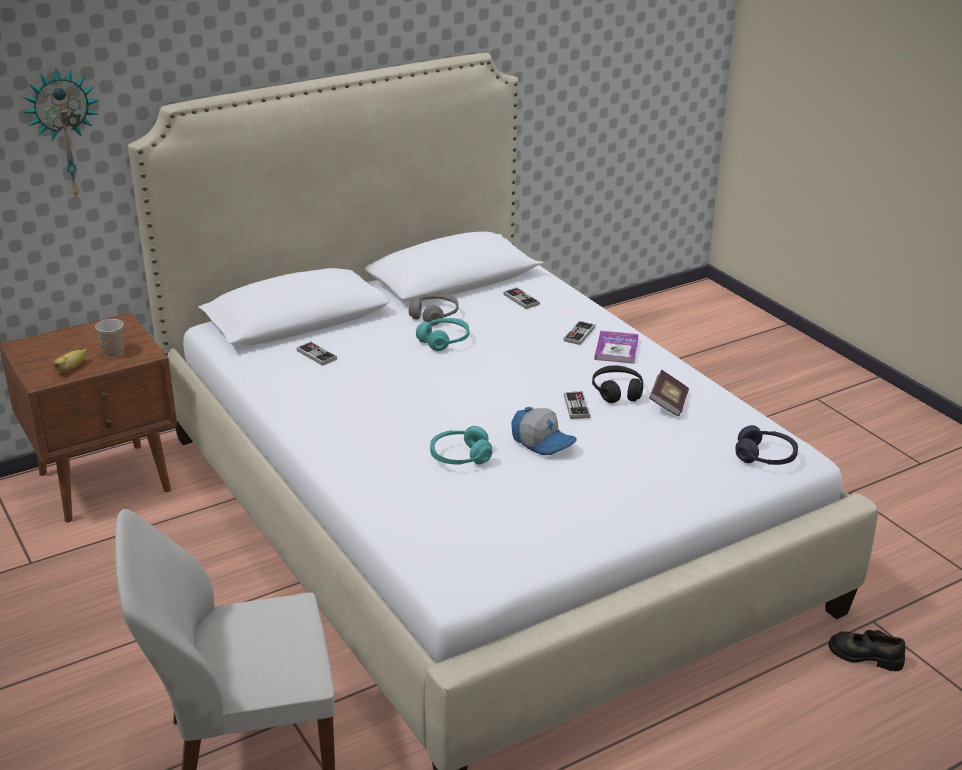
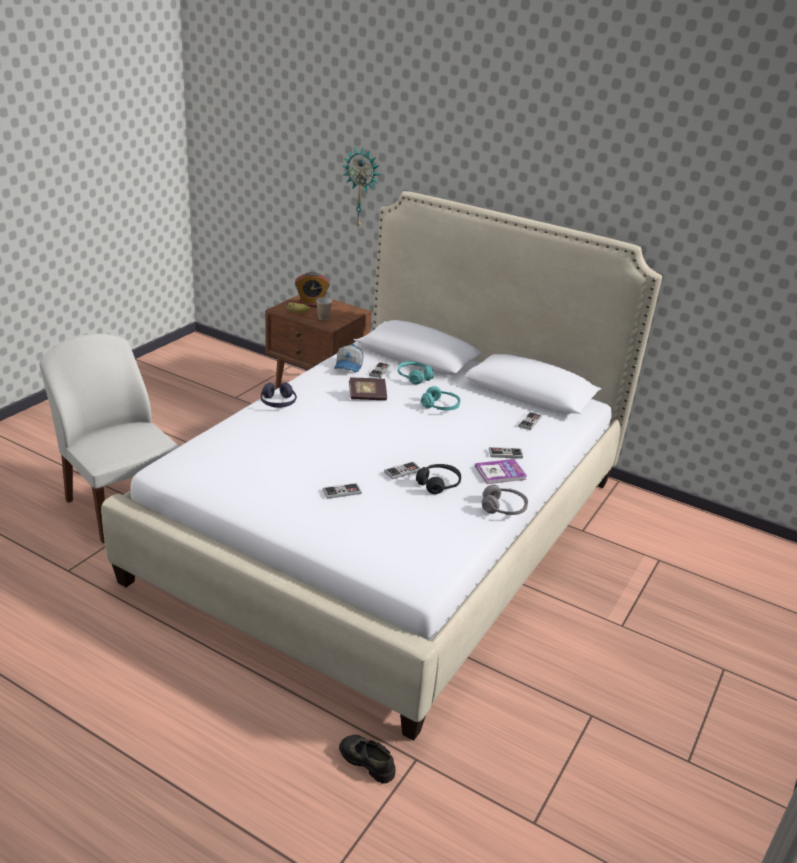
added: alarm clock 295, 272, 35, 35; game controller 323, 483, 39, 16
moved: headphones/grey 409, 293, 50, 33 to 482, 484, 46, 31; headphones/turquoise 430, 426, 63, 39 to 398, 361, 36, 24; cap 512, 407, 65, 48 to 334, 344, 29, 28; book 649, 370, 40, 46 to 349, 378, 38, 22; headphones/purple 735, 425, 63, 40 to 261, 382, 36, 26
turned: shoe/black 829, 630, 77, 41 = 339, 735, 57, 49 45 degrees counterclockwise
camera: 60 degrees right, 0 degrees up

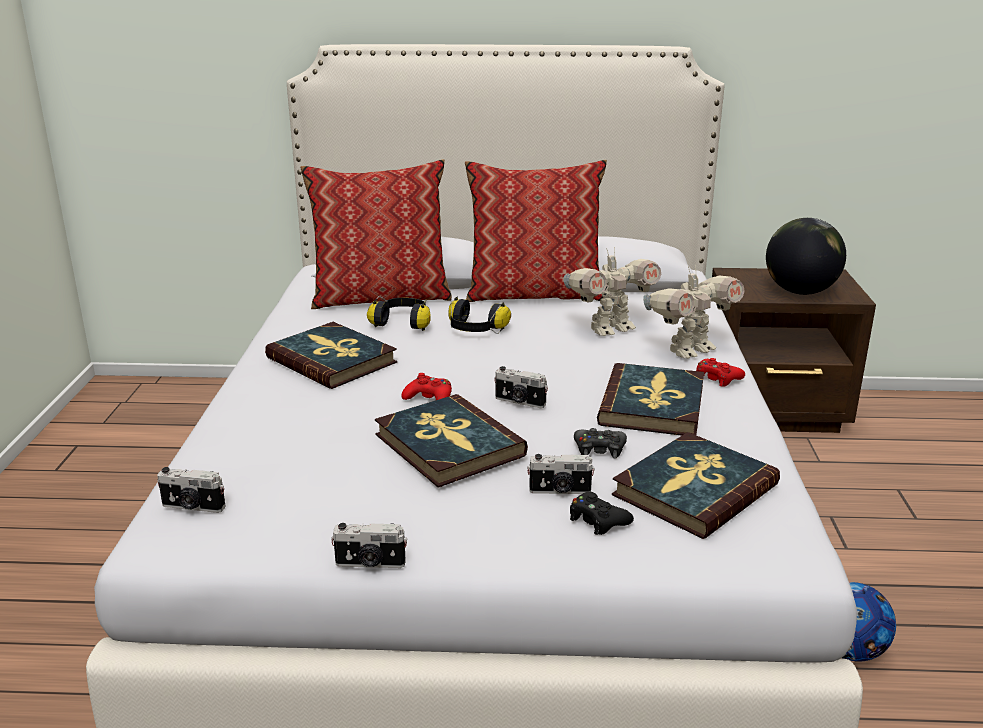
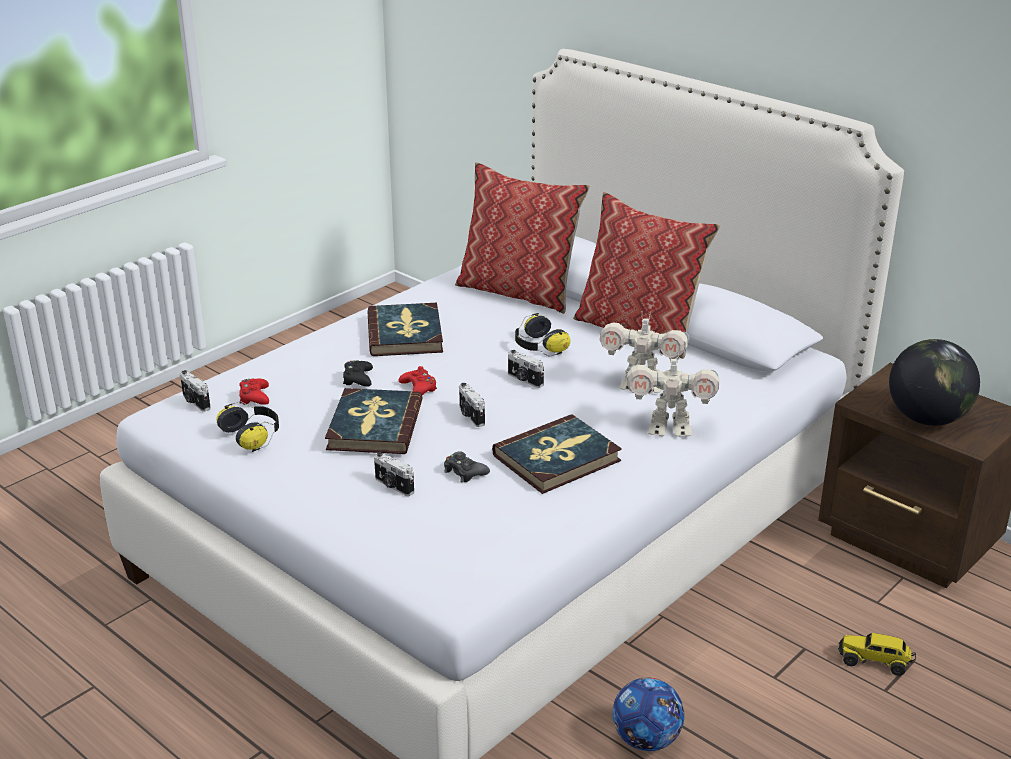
removed: book 612, 432, 168, 107
added: toy truck 838, 633, 78, 43
moved: photo camera 331, 523, 76, 45 to 508, 350, 36, 38; headphones 367, 296, 64, 35 to 216, 401, 63, 51; game controller/black 570, 492, 64, 43 to 343, 360, 30, 27; game controller/red 696, 358, 49, 29 to 239, 378, 30, 27
camera: 40 degrees right, 5 degrees up

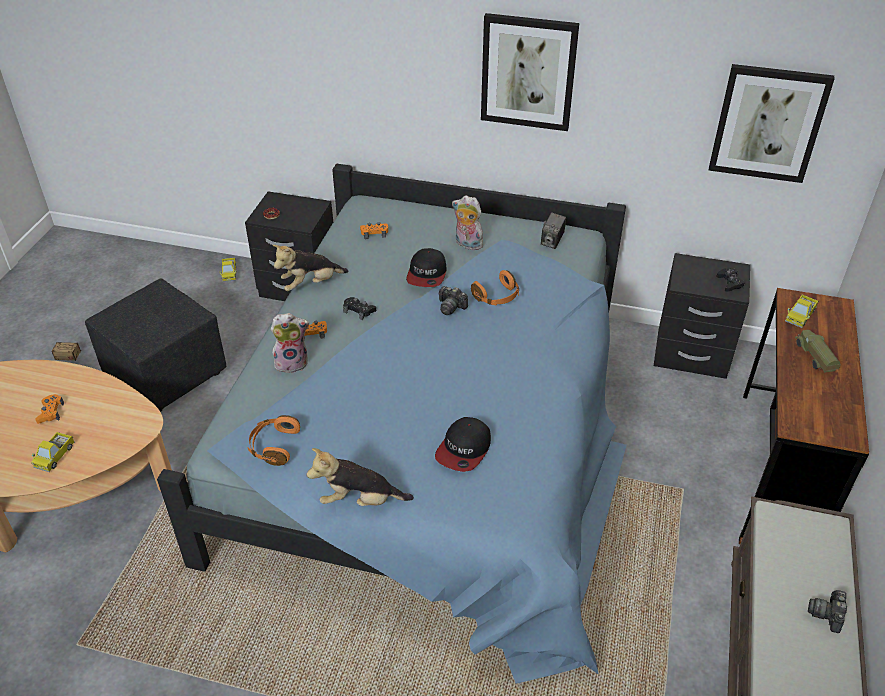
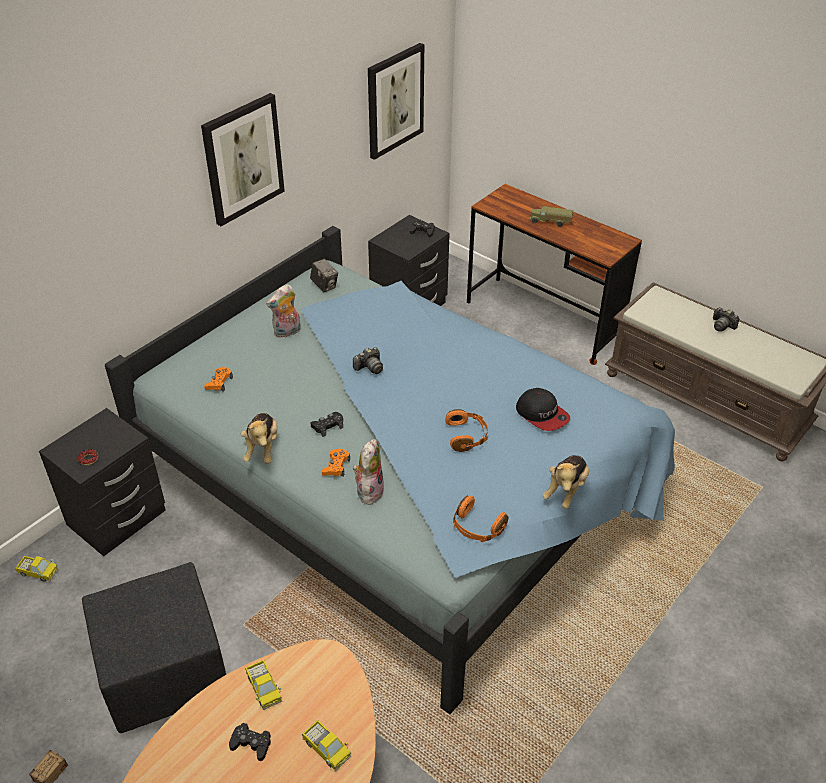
removed: cap 406, 248, 40, 39
moved: headphones/orange 471, 270, 48, 35 to 445, 409, 43, 43; toy truck 785, 295, 34, 33 to 245, 660, 37, 50
recoloured: game controller/orange 35, 394, 29, 30 to game controller/black 229, 723, 42, 38
camera: 65 degrees left, 0 degrees up

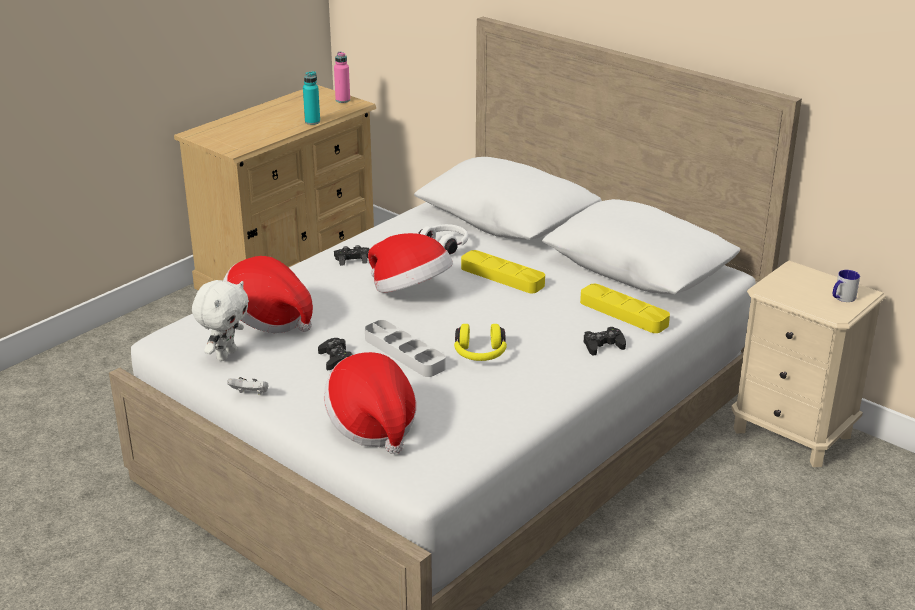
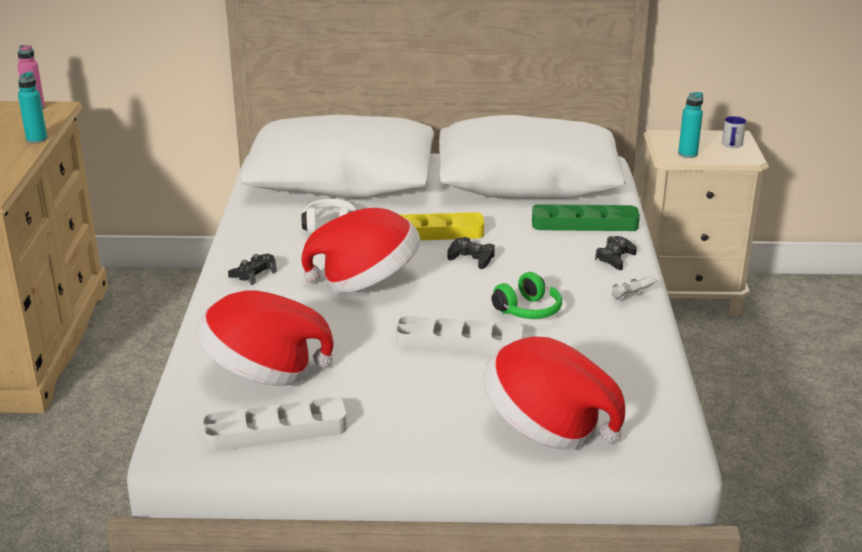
added: bottle/turquoise 678, 92, 25, 66
moved: game controller/white 228, 377, 40, 18 to 612, 275, 44, 25; game controller/black 318, 338, 34, 32 to 447, 237, 48, 32
replaced: plush toy/white 192, 280, 57, 81 to tray/grey 203, 397, 144, 55
recoloured: headphones/yellow 454, 324, 53, 37 to headphones/green 491, 272, 71, 47; tray/yellow 580, 284, 90, 49 to tray/green 532, 204, 108, 27
camera: 40 degrees left, 0 degrees up

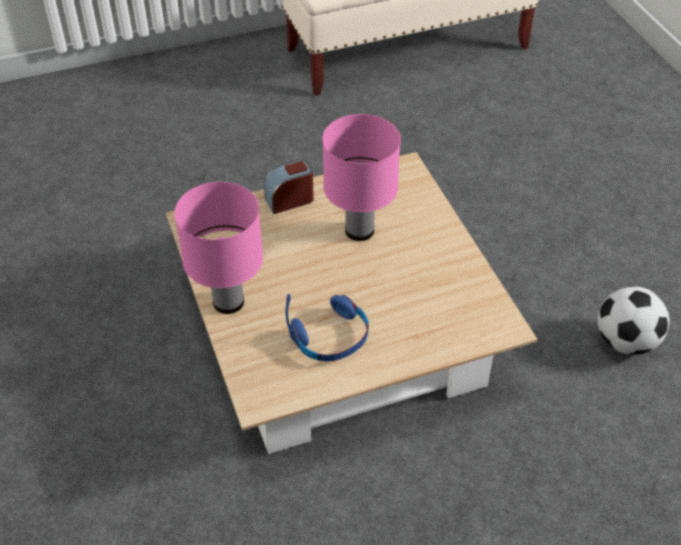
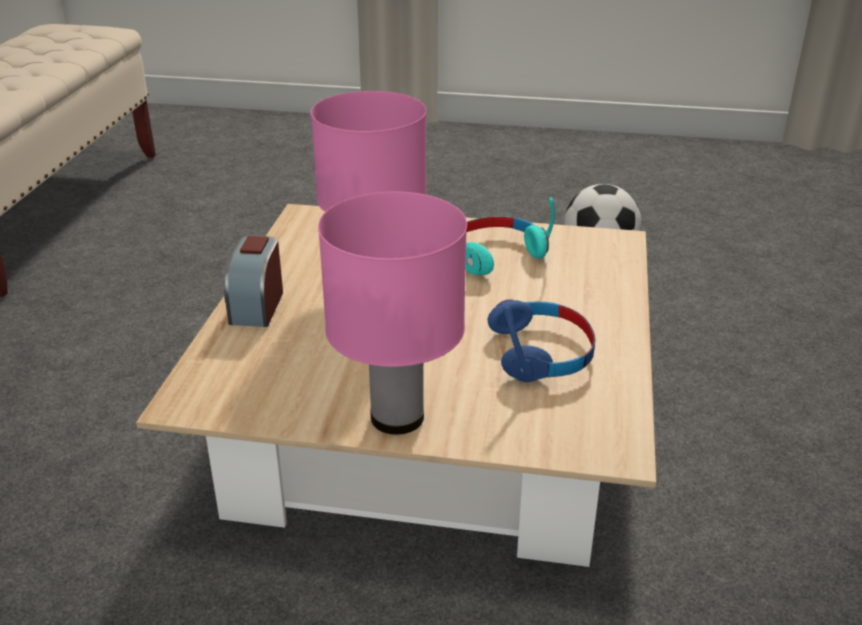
added: headphones/turquoise 466, 198, 89, 77
camera: 60 degrees left, 15 degrees down

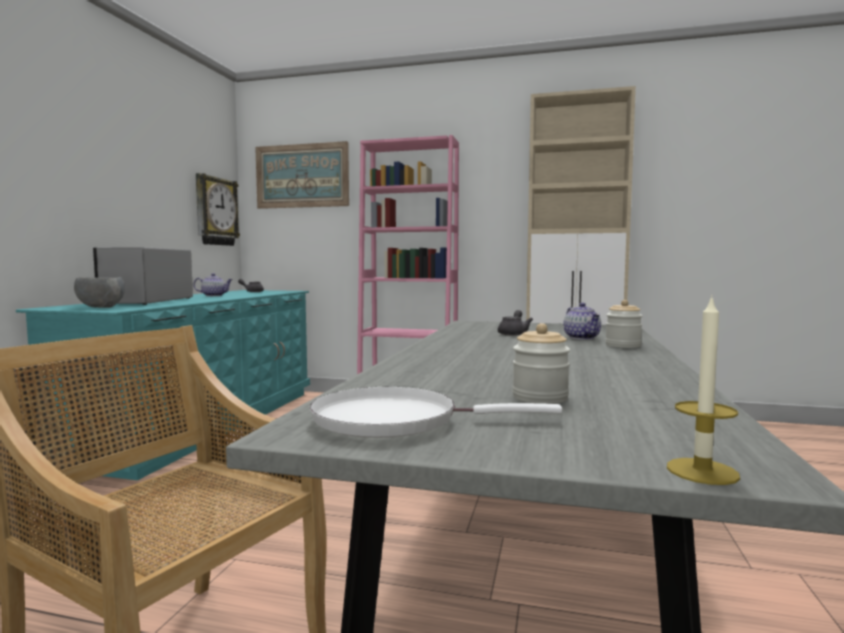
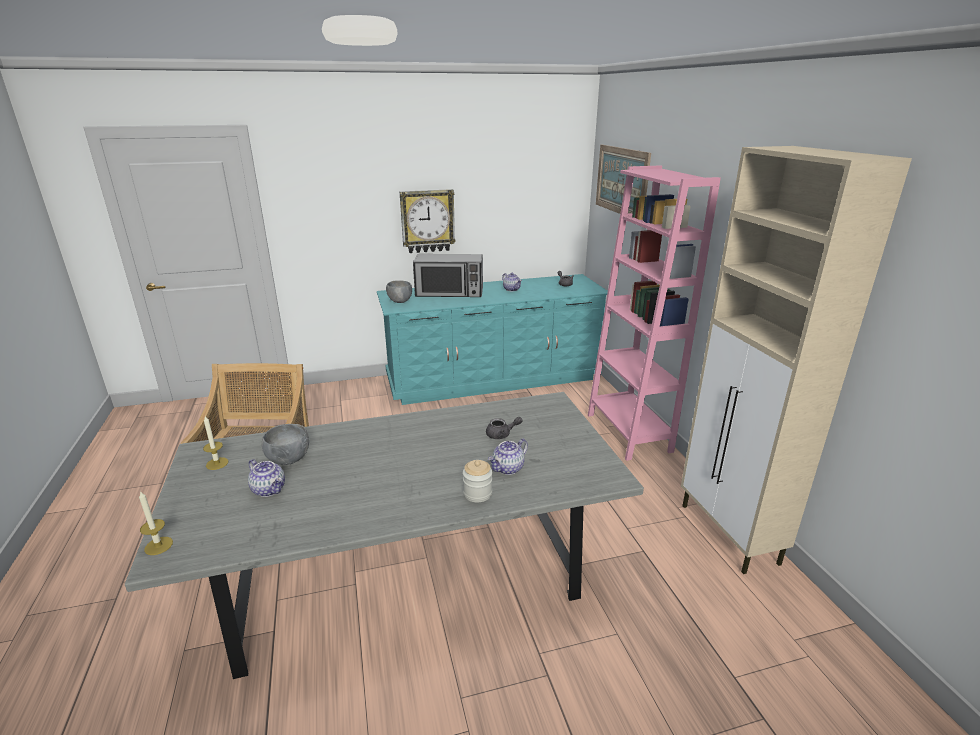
added: bowl/grey 262, 424, 47, 41
moved: wall clock 196, 173, 44, 73 to 400, 189, 56, 64
replaced: frying pan/white 310, 387, 252, 51 to candle 203, 416, 25, 54; jar 512, 323, 58, 81 to teapot 248, 459, 37, 38
turned: microwave 93, 247, 100, 58 = 413, 254, 70, 43 150 degrees counterclockwise
camera: 60 degrees right, 20 degrees up

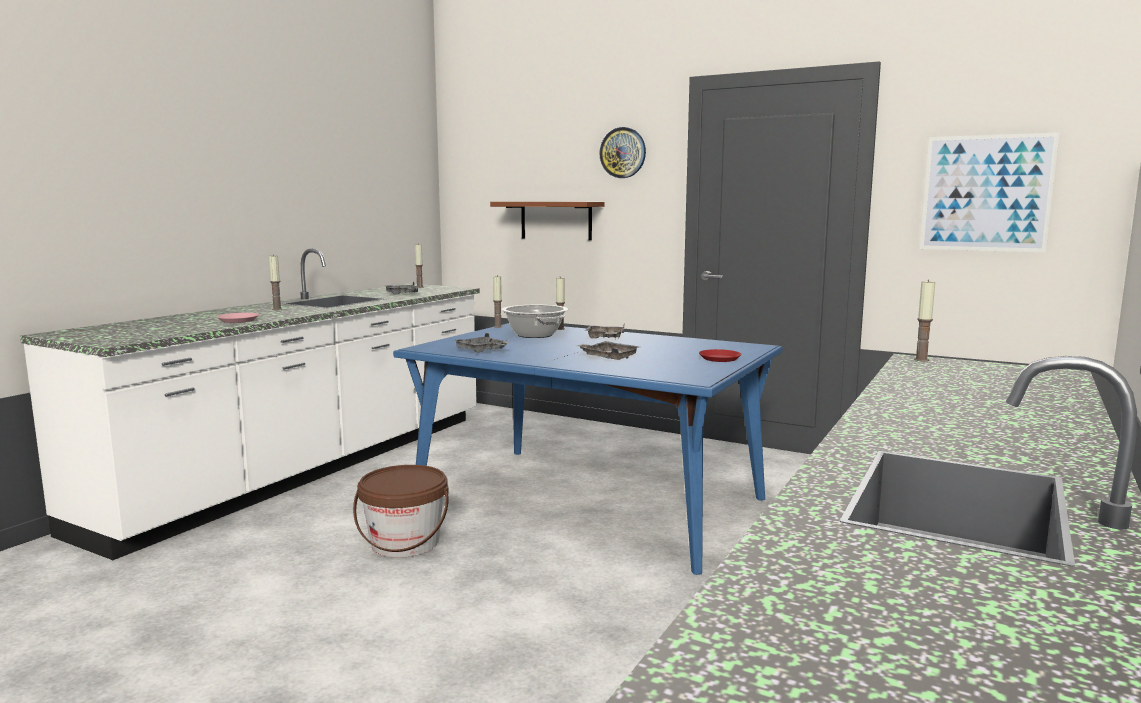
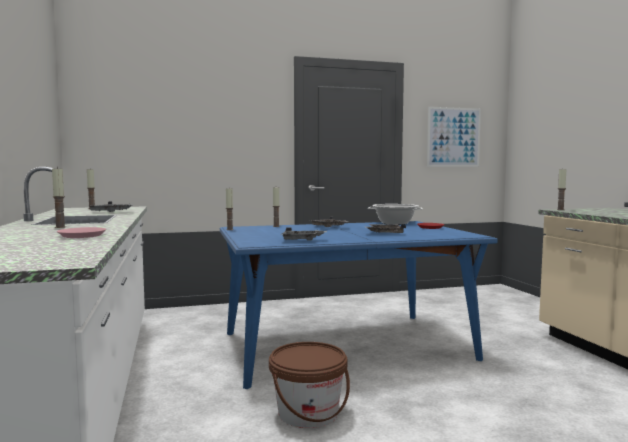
removed: shelf/brown 490, 202, 115, 38; wall clock 599, 127, 47, 51
moved: cooking pot 502, 305, 66, 33 to 368, 204, 55, 21
camera: 45 degrees left, 5 degrees down

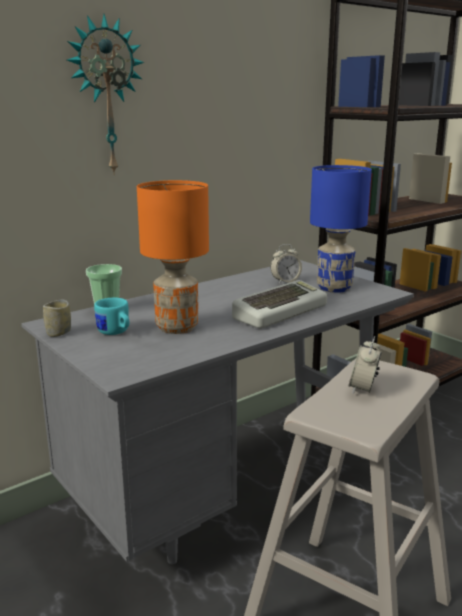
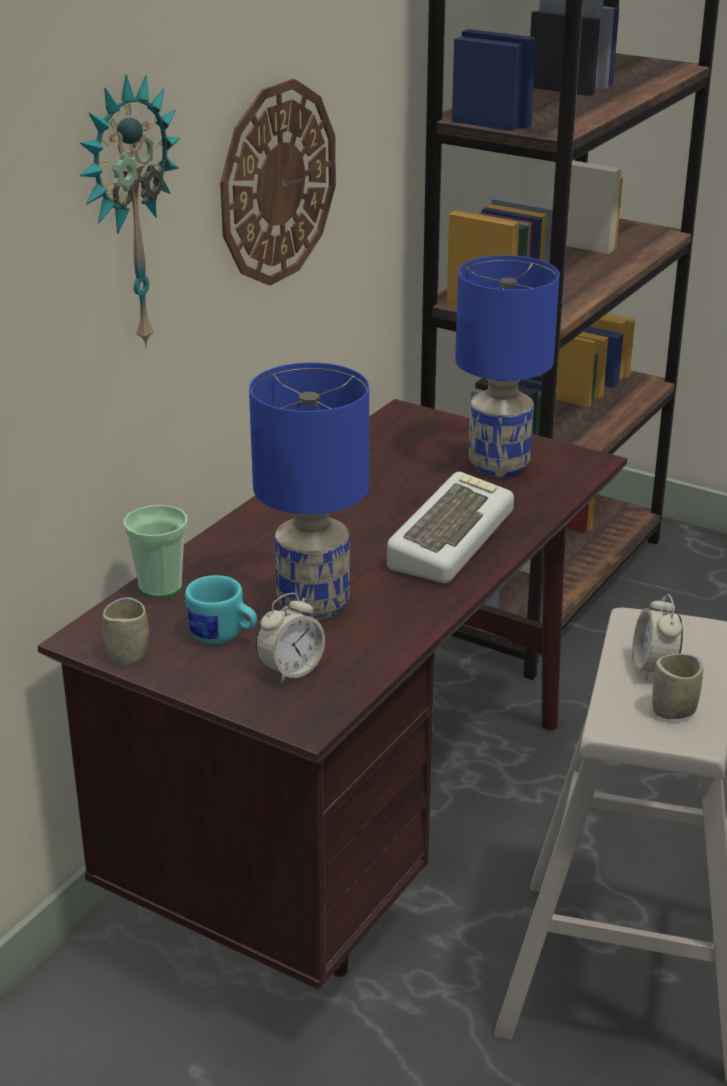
added: wall clock 220, 79, 116, 207; cup 652, 654, 51, 65
moved: alarm clock 270, 244, 32, 40 to 256, 593, 69, 91
recoloured: desk/grey 21, 260, 393, 304 to desk/brown 38, 399, 589, 591; table lamp/orange 137, 180, 72, 154 to table lamp/blue 249, 363, 120, 257
camera: 20 degrees left, 10 degrees up

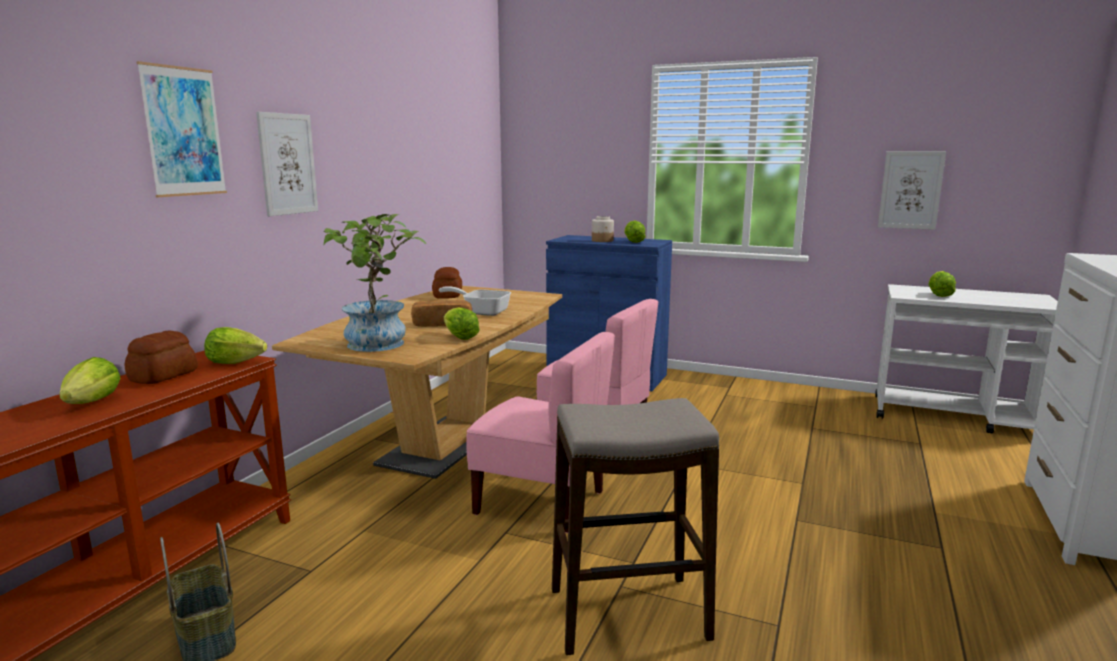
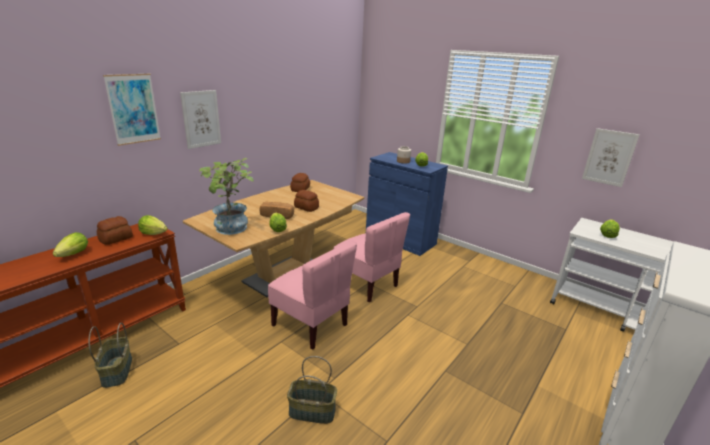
replaced: frying pan 439, 286, 72, 30 to bread 294, 190, 25, 22; stool 552, 398, 167, 257 to basket 287, 356, 50, 68
camera: 15 degrees right, 10 degrees up

